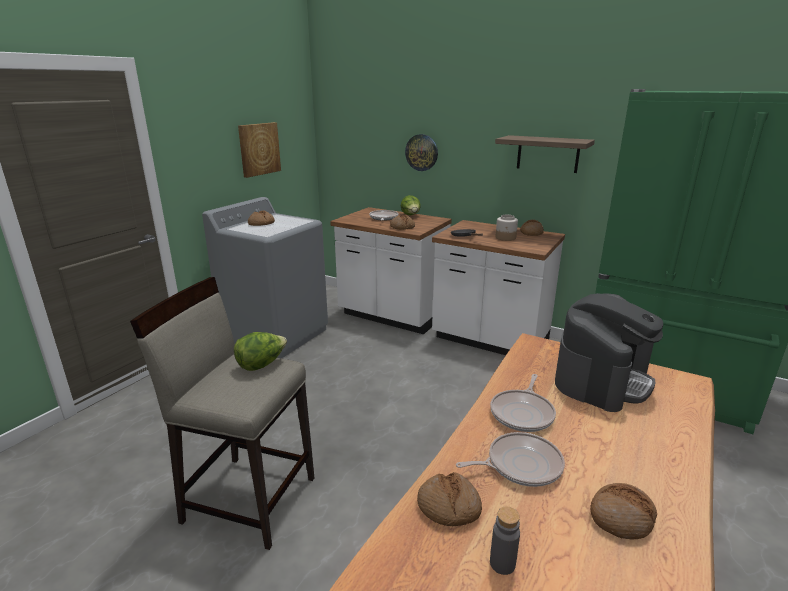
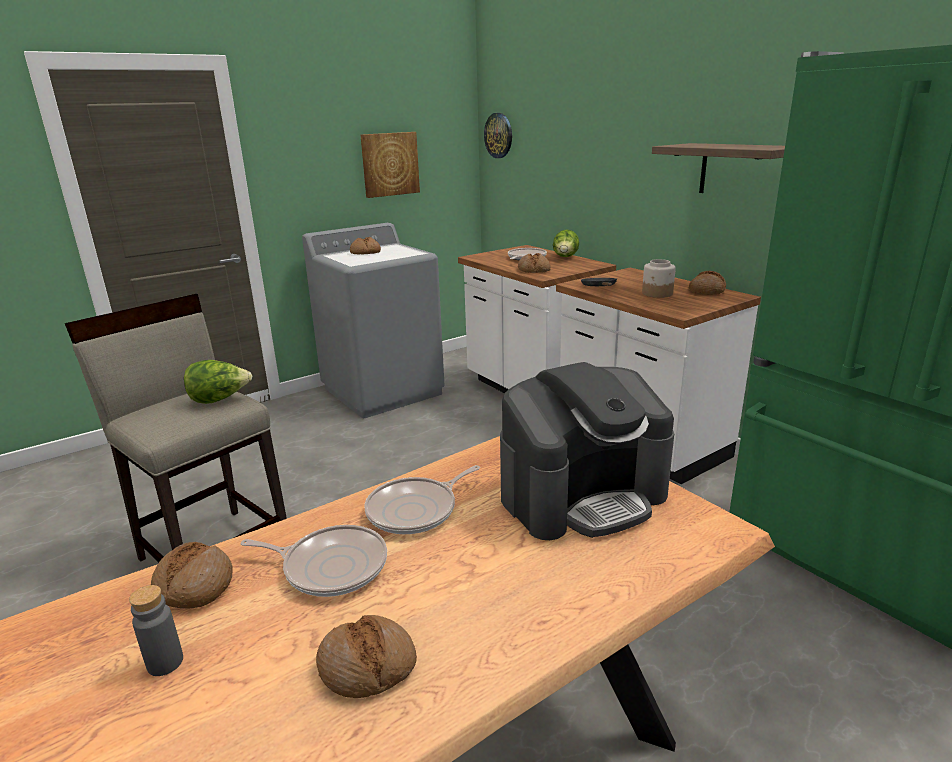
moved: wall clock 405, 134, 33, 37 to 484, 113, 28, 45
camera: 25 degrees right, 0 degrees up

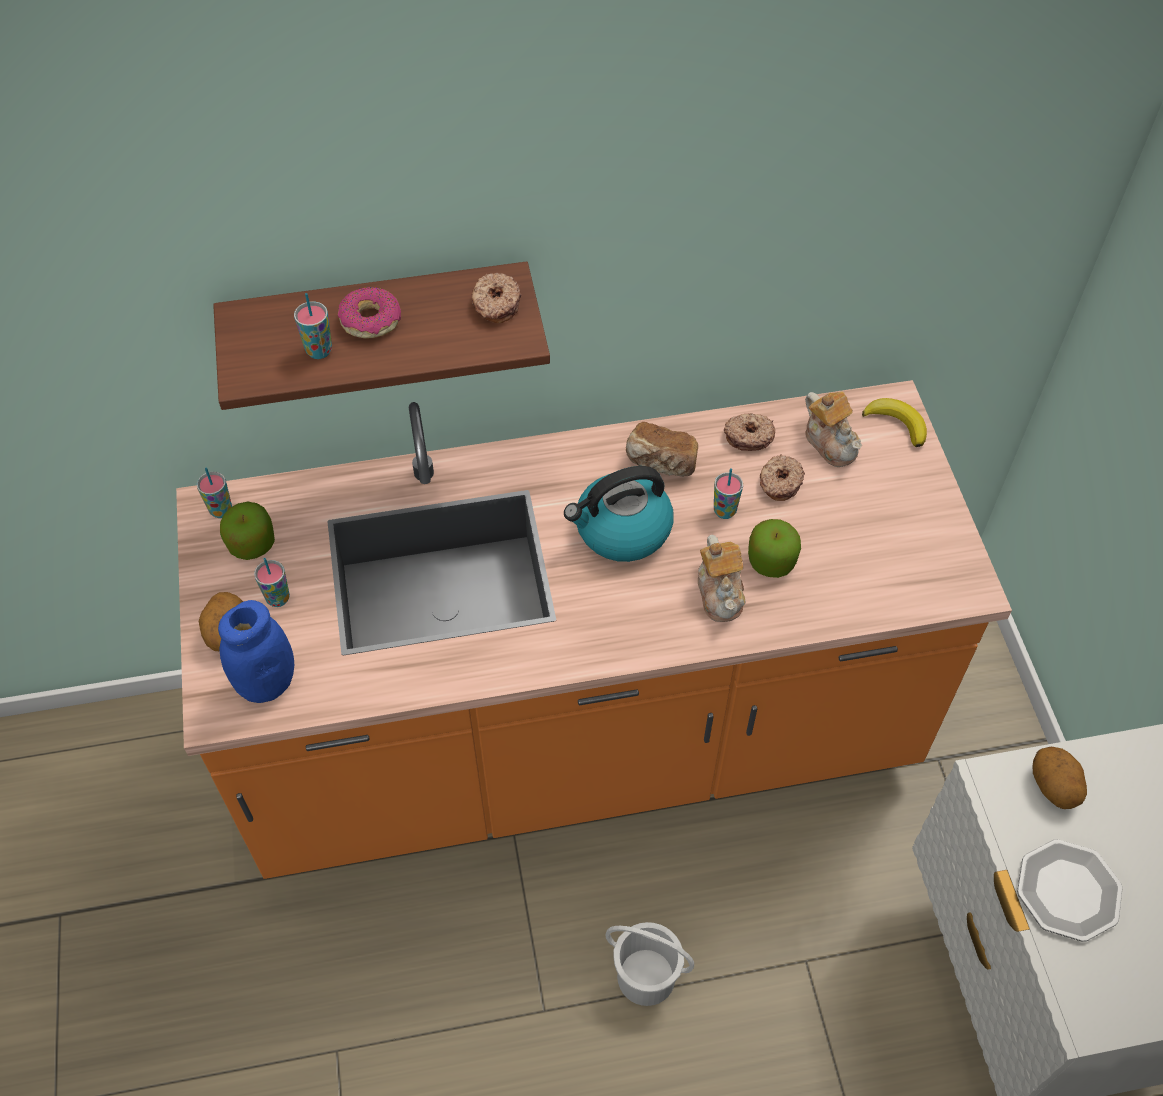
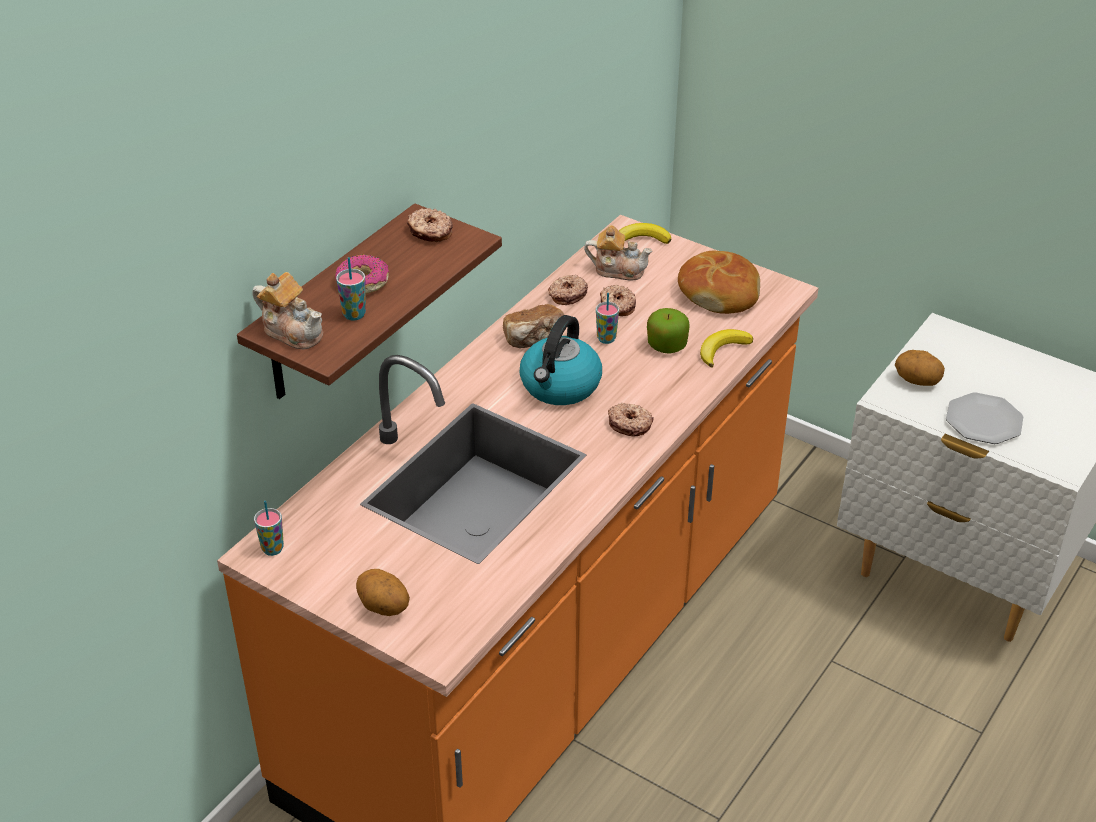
removed: jar/blue 218, 600, 76, 103; apple 220, 502, 55, 58; cup 254, 558, 36, 49; bucket/white 605, 922, 89, 84
added: donut 608, 403, 46, 33; bread 678, 250, 82, 64; banana 700, 329, 53, 39
moved: teapot 698, 535, 48, 87 to 253, 272, 70, 77
camera: 45 degrees left, 15 degrees down

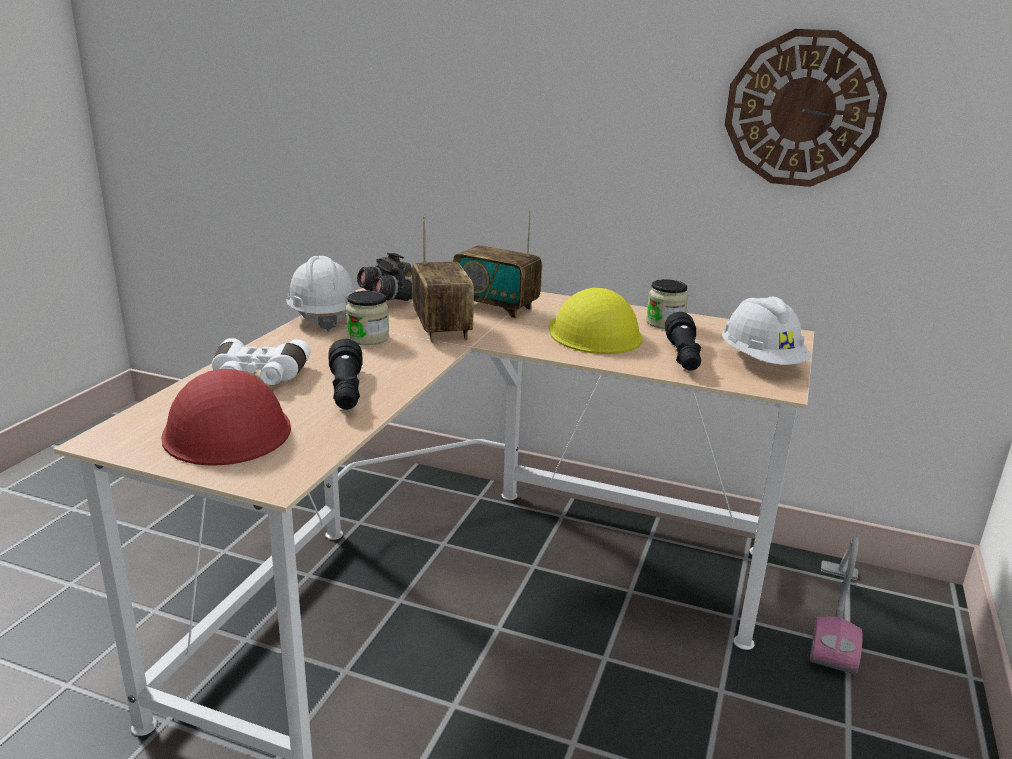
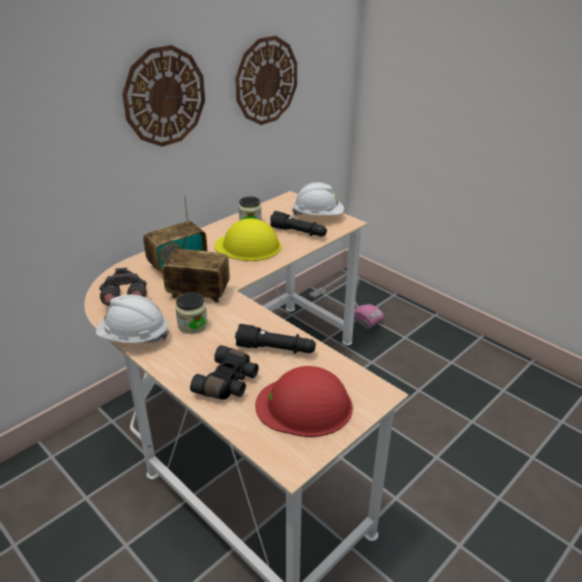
added: wall clock 122, 45, 83, 102
recoloured: binoculars/white 212, 338, 98, 47 to binoculars/black 190, 345, 69, 55
camera: 65 degrees left, 10 degrees up

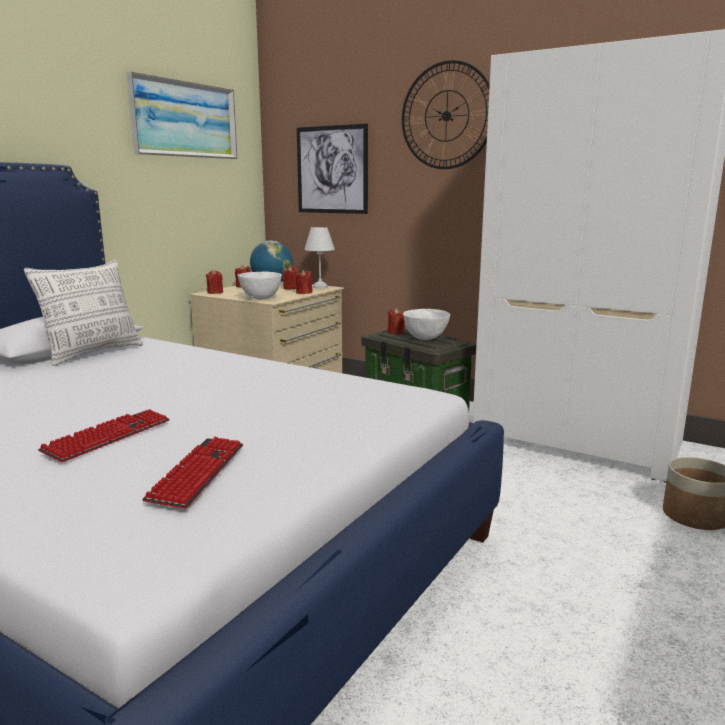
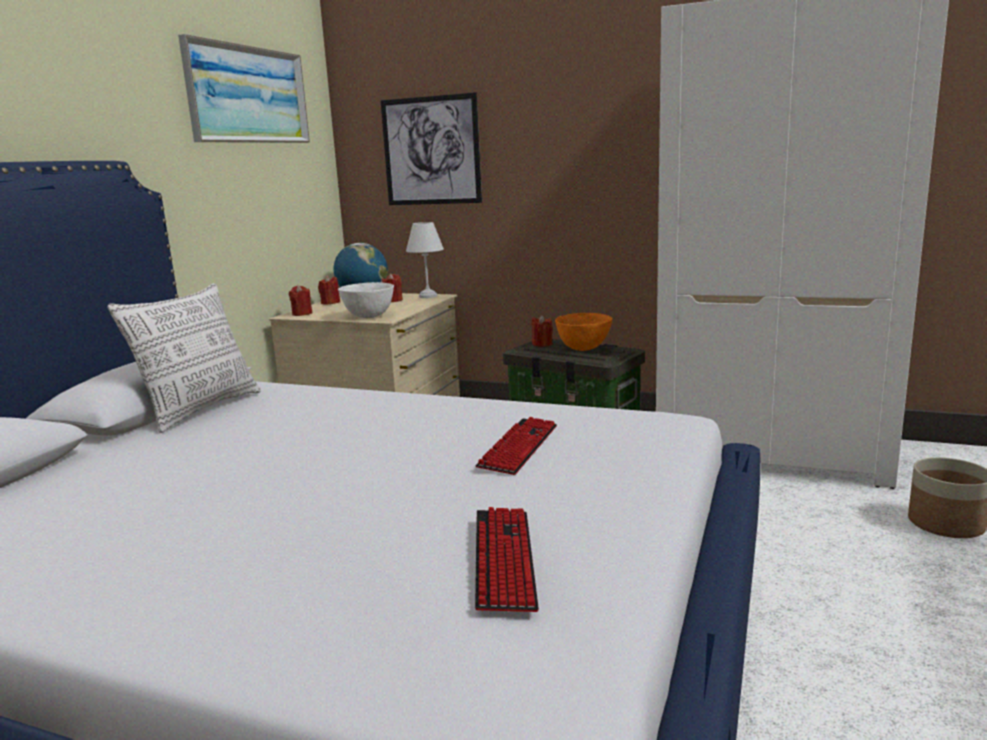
removed: candle/red 295, 270, 18, 24; wall clock 402, 60, 88, 109
moved: keyboard 38, 409, 132, 53 to 475, 417, 82, 58
recoloured: bowl/white 403, 309, 47, 31 to bowl/orange 555, 313, 57, 38
camera: 10 degrees left, 0 degrees up

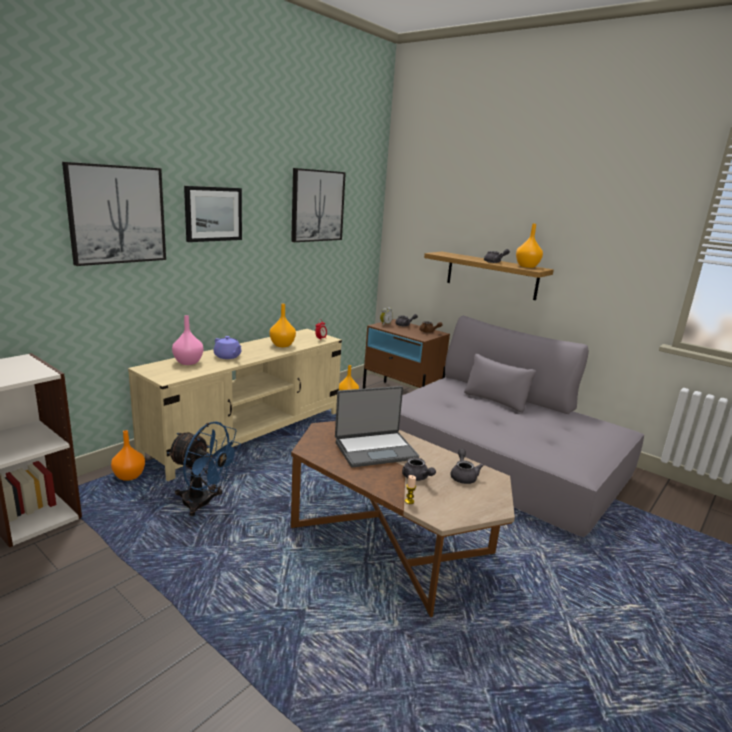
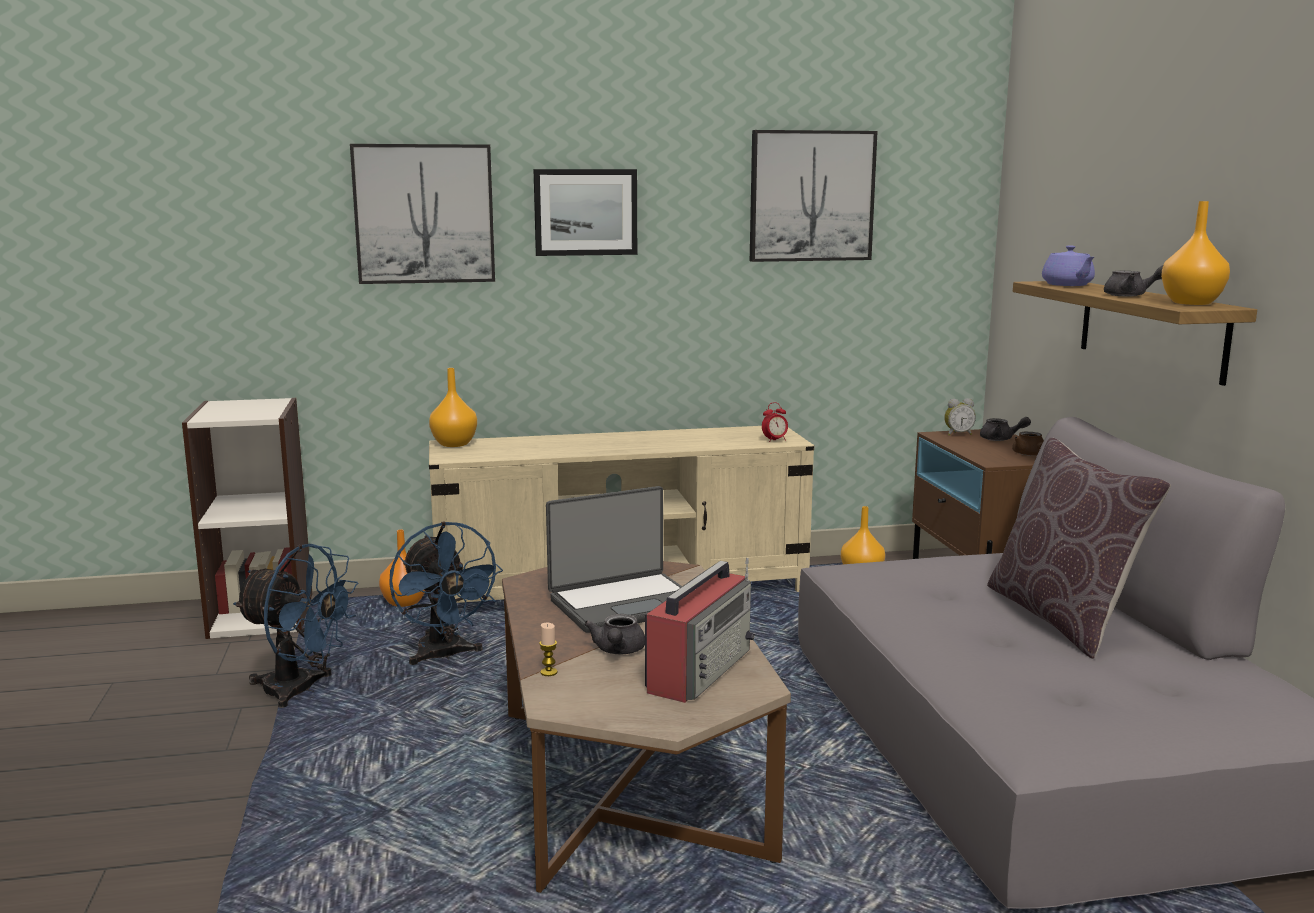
removed: vase/pink 172, 315, 31, 50
added: fan/blue 233, 544, 125, 164; pillow/brown 987, 437, 184, 222
moved: teapot/purple 214, 336, 28, 23 to 1042, 246, 53, 40; vase/orange 269, 304, 27, 43 to 429, 368, 48, 79
replaced: teapot/grey 451, 449, 33, 35 to radio 645, 558, 110, 145
turned: laptop 335, 386, 84, 81 = 546, 486, 136, 147 45 degrees counterclockwise
camera: 40 degrees right, 5 degrees down

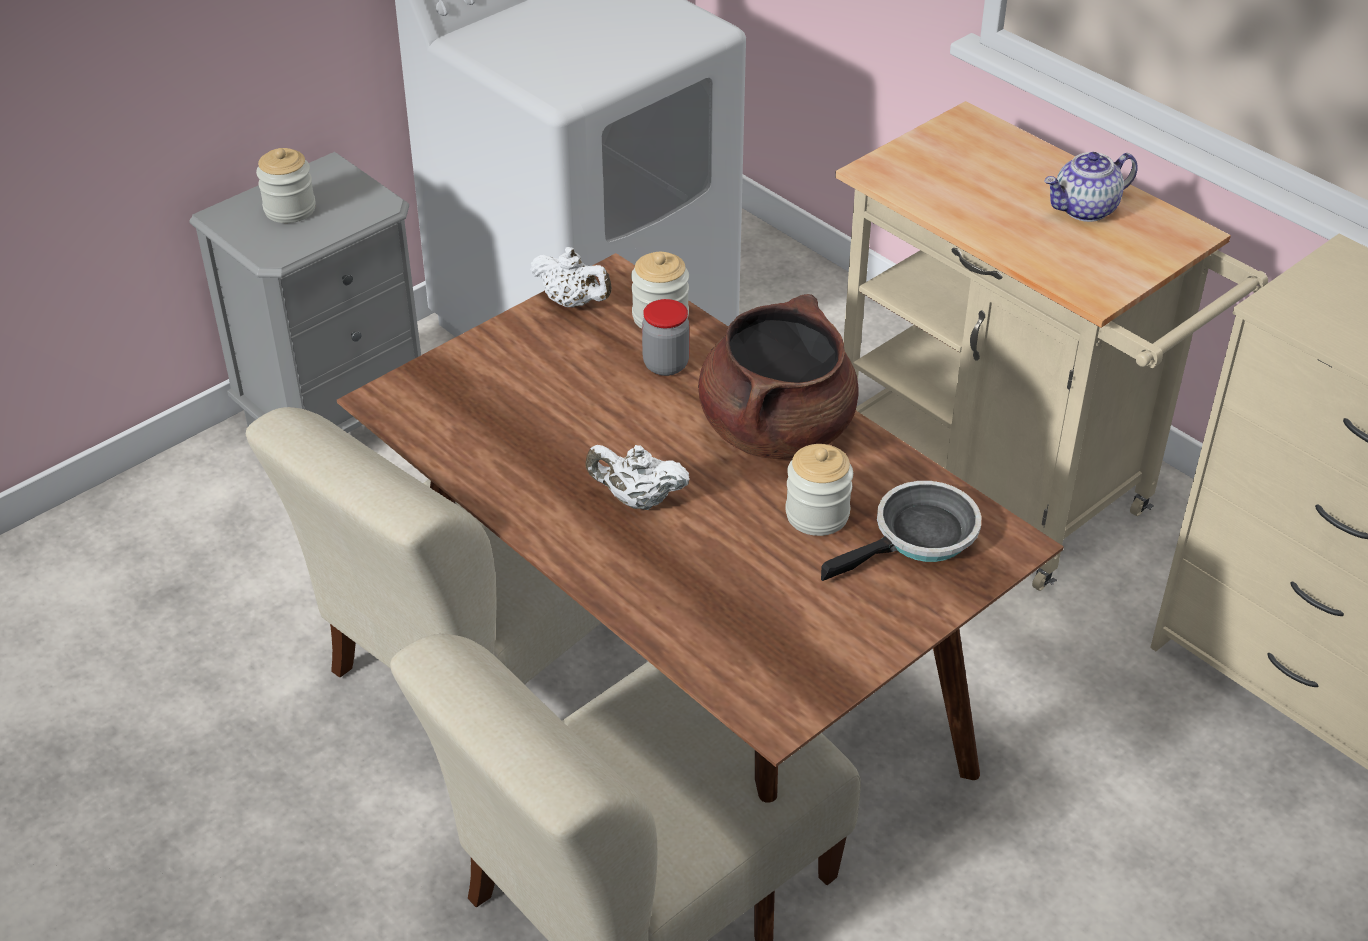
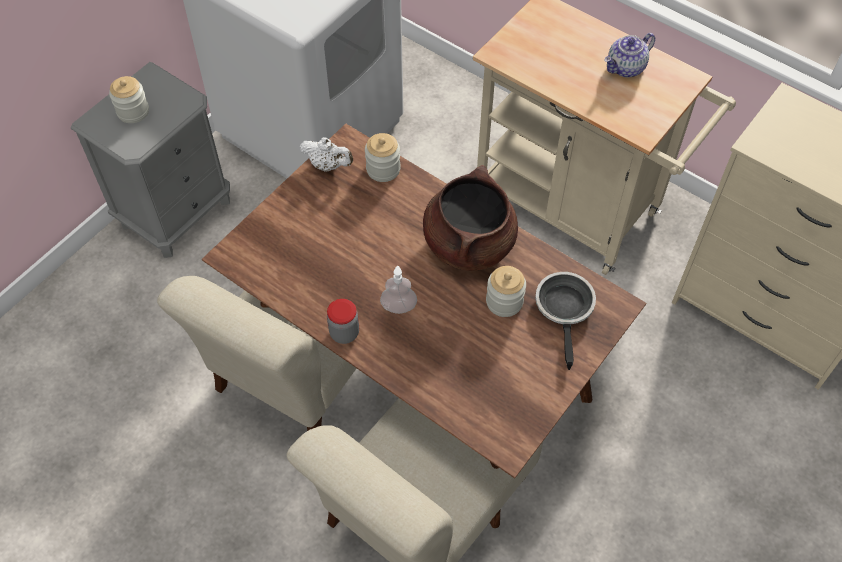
moved: jar 642, 299, 47, 77 to 327, 299, 32, 45
replaced: teapot/white 585, 445, 104, 65 to soap dispenser 380, 266, 37, 48
turned: frying pan 821, 481, 160, 100 = 535, 272, 61, 98 45 degrees counterclockwise
camera: 10 degrees left, 15 degrees up

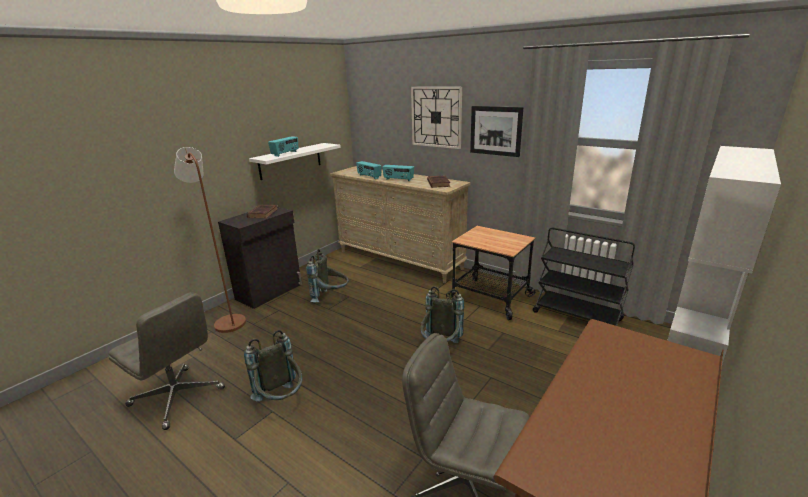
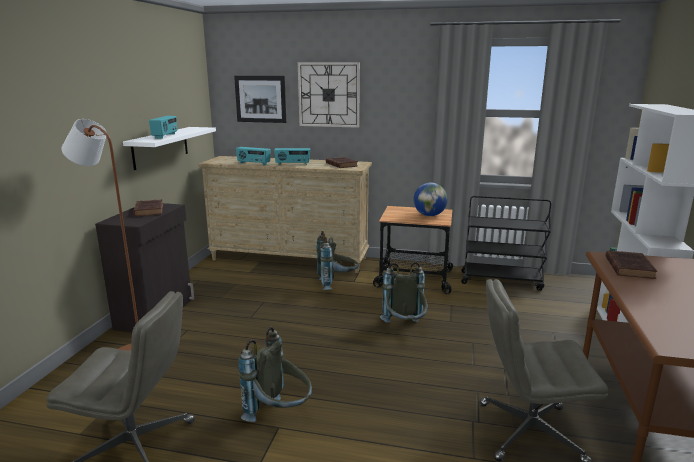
added: globe 414, 183, 34, 33; book/brown 606, 250, 52, 29
moved: backpack/grey 306, 249, 43, 53 to 316, 231, 43, 59; picture 470, 106, 53, 51 to 234, 76, 52, 47
camera: 25 degrees left, 5 degrees down

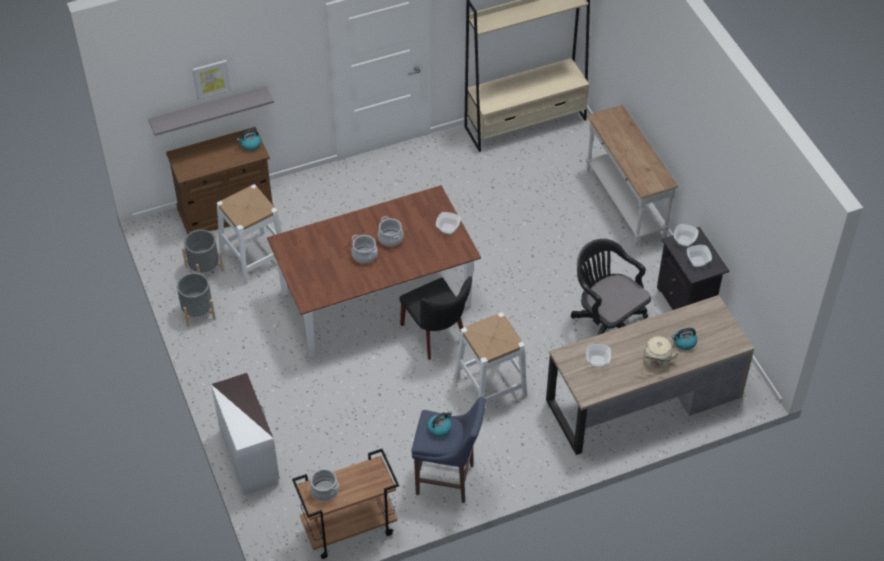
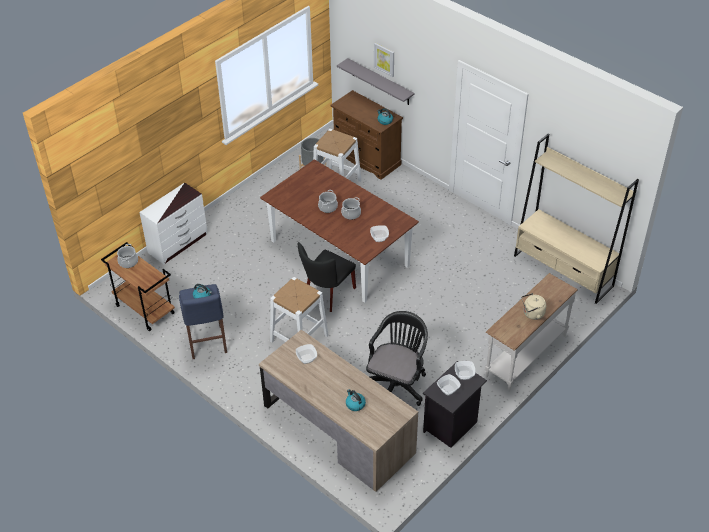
removed: planter/grey 177, 273, 39, 54
moved: kettle/beige 644, 336, 35, 32 to 521, 293, 25, 27
camera: 65 degrees right, 5 degrees down

